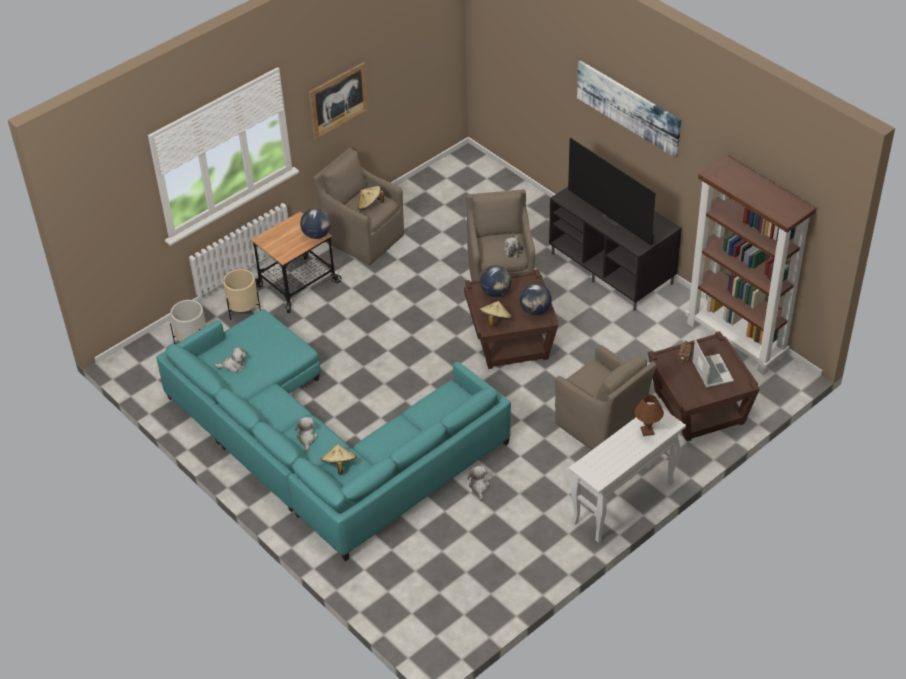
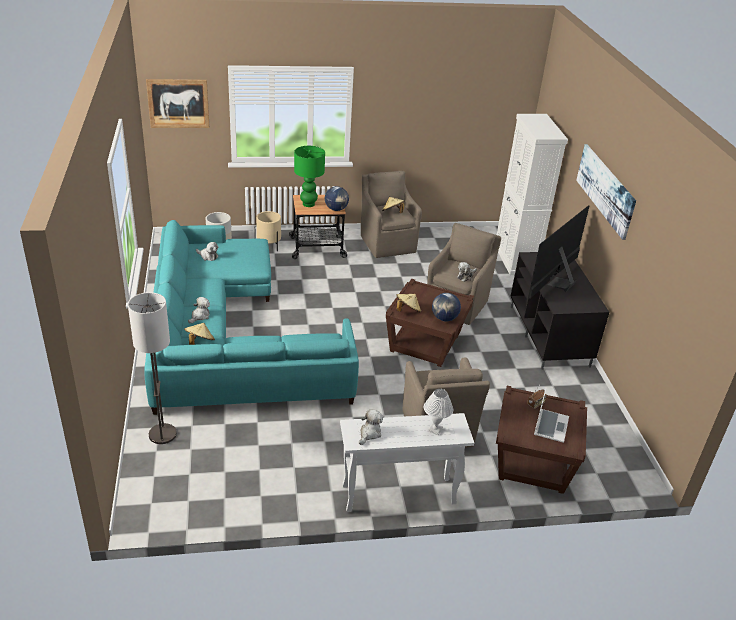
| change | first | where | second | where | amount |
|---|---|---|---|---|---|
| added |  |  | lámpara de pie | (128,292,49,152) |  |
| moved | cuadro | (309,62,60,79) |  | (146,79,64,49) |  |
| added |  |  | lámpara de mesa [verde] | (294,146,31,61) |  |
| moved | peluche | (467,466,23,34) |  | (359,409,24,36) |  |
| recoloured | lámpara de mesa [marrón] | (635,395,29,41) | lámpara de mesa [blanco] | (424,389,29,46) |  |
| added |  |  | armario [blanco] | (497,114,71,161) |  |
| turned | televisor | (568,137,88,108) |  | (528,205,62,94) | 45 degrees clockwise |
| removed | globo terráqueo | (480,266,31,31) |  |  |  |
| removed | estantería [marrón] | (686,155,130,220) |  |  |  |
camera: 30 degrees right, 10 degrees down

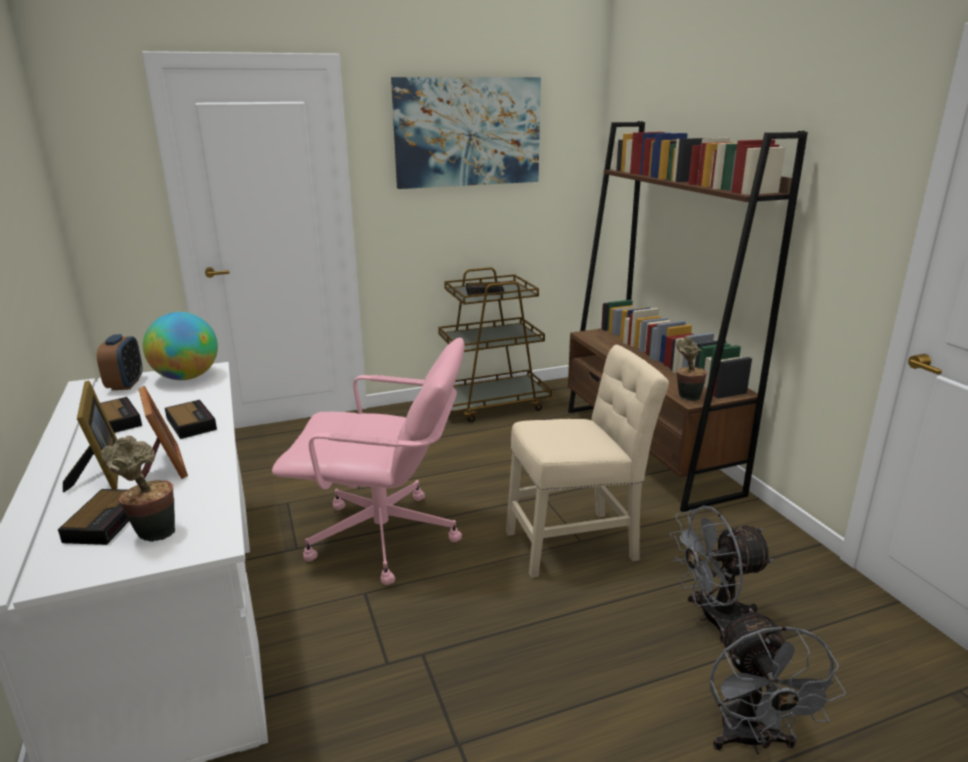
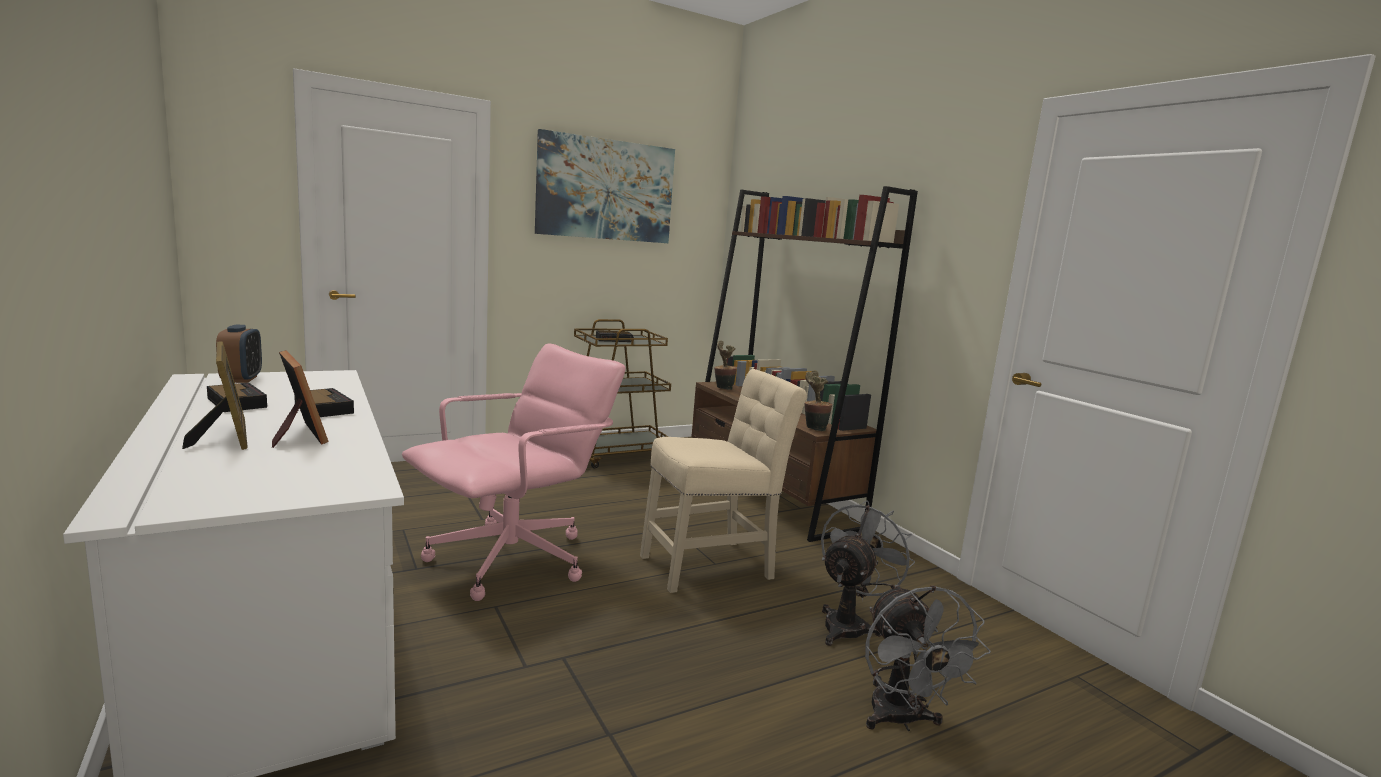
| change | first | where | second | where | amount |
|---|---|---|---|---|---|
| turned | silla de oficina [rosa] | (272,338,193,247) |  | (402,343,223,258) | 45 degrees counterclockwise |
| moved | planta en maceta | (101,436,74,106) |  | (714,340,23,50) |  |
| turned | ventilador [gris] | (669,506,104,137) |  | (821,500,94,146) | 150 degrees clockwise |
| removed | despertador | (58,489,71,56) |  |  |  |
| removed | globo terráqueo | (143,312,75,68) |  |  |  |
camera: 10 degrees left, 10 degrees down

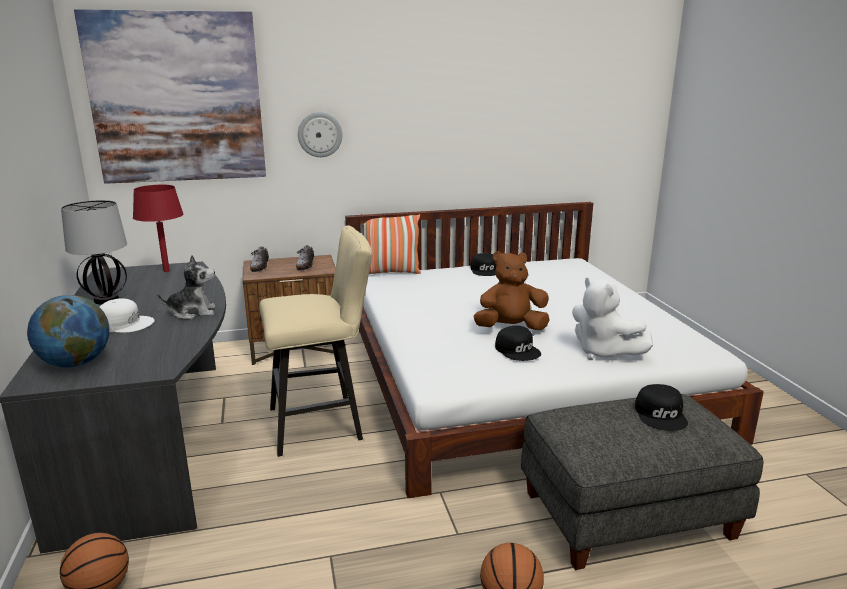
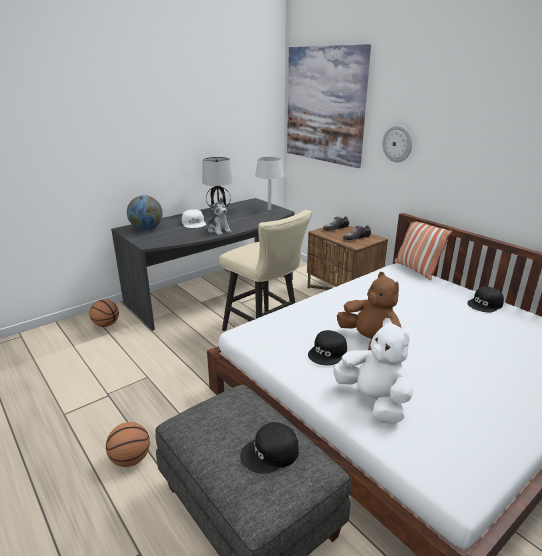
| change | first | where | second | where | amount |
|---|---|---|---|---|---|
| recoloured | lámpara de mesa [rojo] | (133,185,50,87) | lámpara de mesa [gris] | (255,157,29,53) |  |
| turned | peluche [blanco] | (572,277,81,83) |  | (333,318,80,106) | 120 degrees clockwise |
camera: 65 degrees right, 5 degrees up

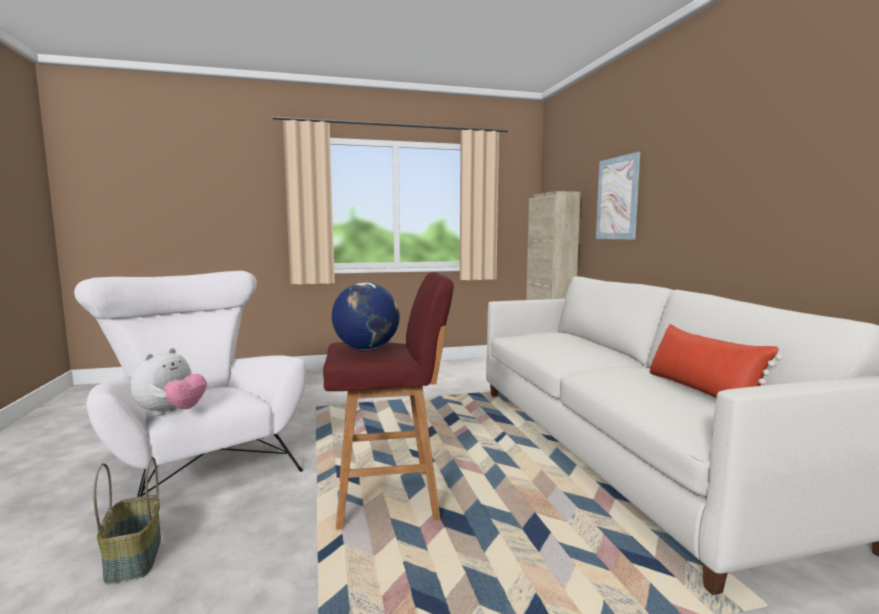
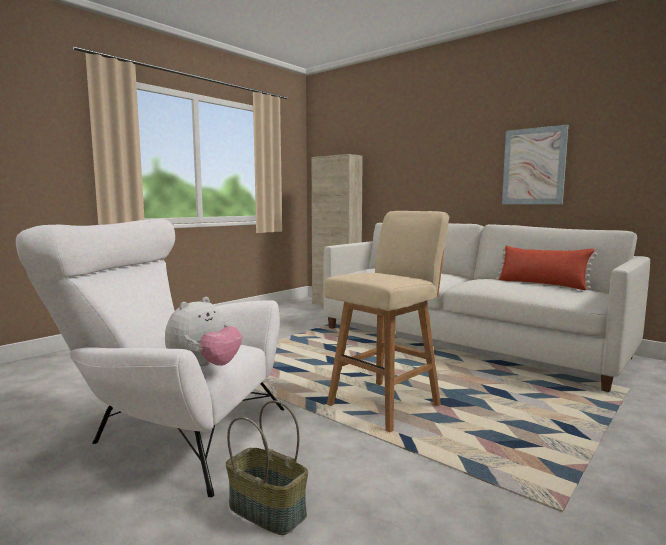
| change | first | where | second | where | amount |
|---|---|---|---|---|---|
| turned | peluche | (131,348,76,68) |  | (165,297,77,69) | 45 degrees clockwise |
| recoloured | taburete [rojo] | (323,272,131,258) | taburete [beis] | (324,211,125,221) |  |
| moved | cuadro | (596,152,44,88) |  | (502,125,66,79) |  |
| removed | globo terráqueo | (332,282,68,68) |  |  |  |
camera: 35 degrees left, 0 degrees up

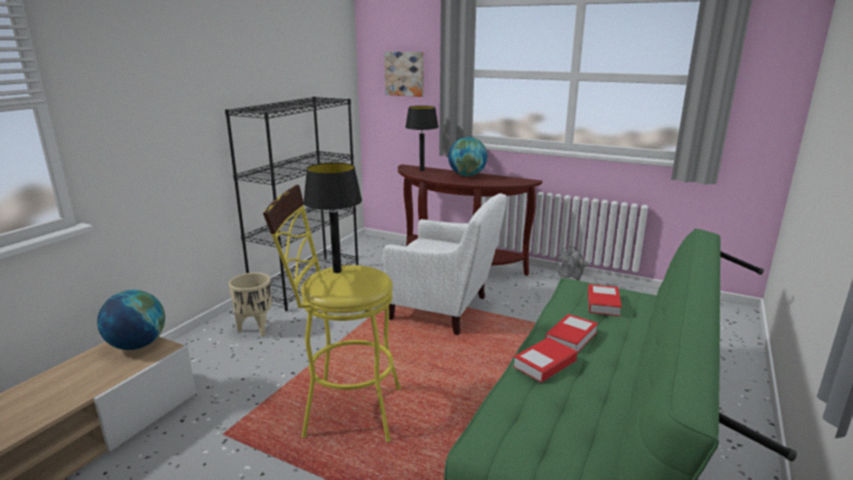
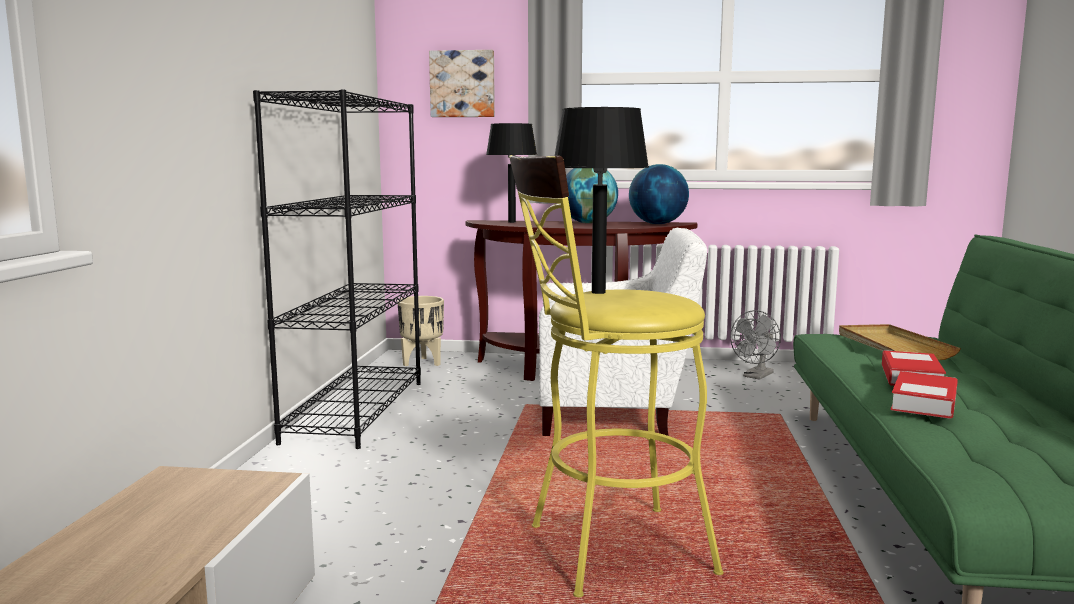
| change | first | where | second | where | amount |
|---|---|---|---|---|---|
| moved | maceta [beis] | (229,273,43,64) |  | (397,296,47,70) |  |
| moved | globo terráqueo | (97,290,68,60) |  | (629,164,60,60) |  |
| replaced | libro | (588,284,34,32) | bandeja [beis] | (839,324,122,36) |  |
camera: 20 degrees left, 10 degrees down

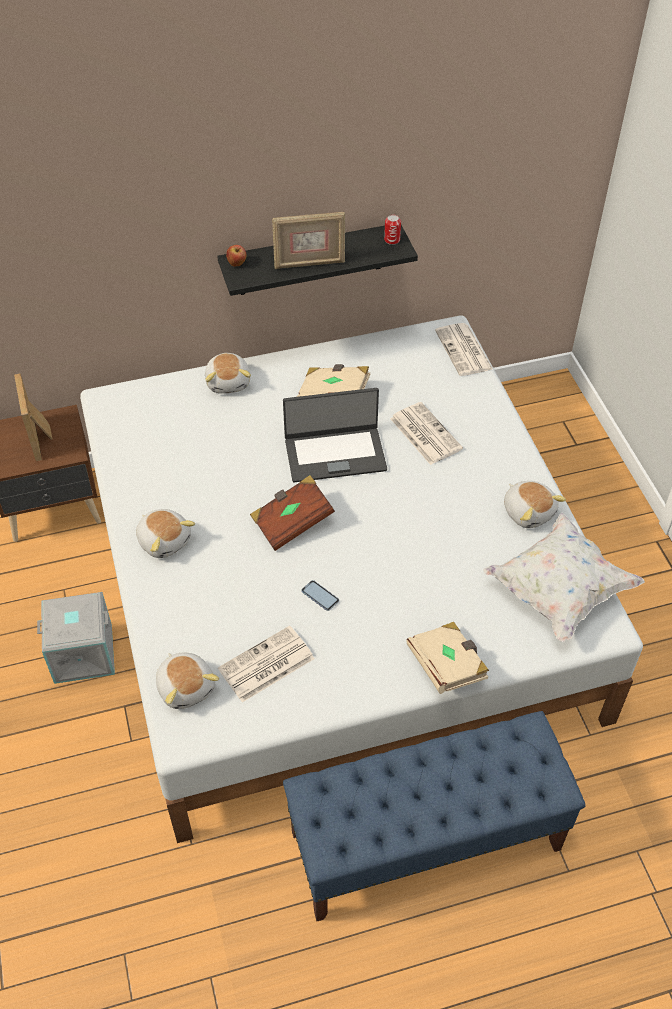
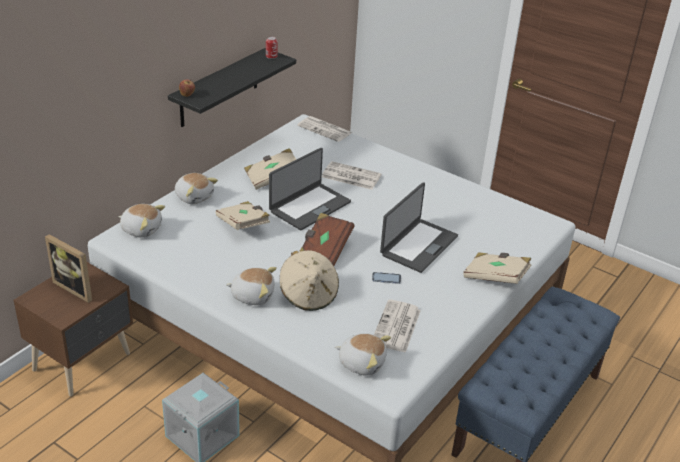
| change | first | where | second | where | amount |
|---|---|---|---|---|---|
| moved | peluche | (504,481,62,47) |  | (119,204,46,34) |  |
| added |  |  | libro [beis] | (216,201,54,29) |  |
| added |  |  | sombrero [beis] | (280,250,59,61) |  |
| added |  |  | portátil | (380,182,78,91) |  |
| removed | portarretratos | (272,212,73,57) |  |  |  |
| removed | cojín [blanco] | (483,513,162,129) |  |  |  |
camera: 40 degrees left, 15 degrees down

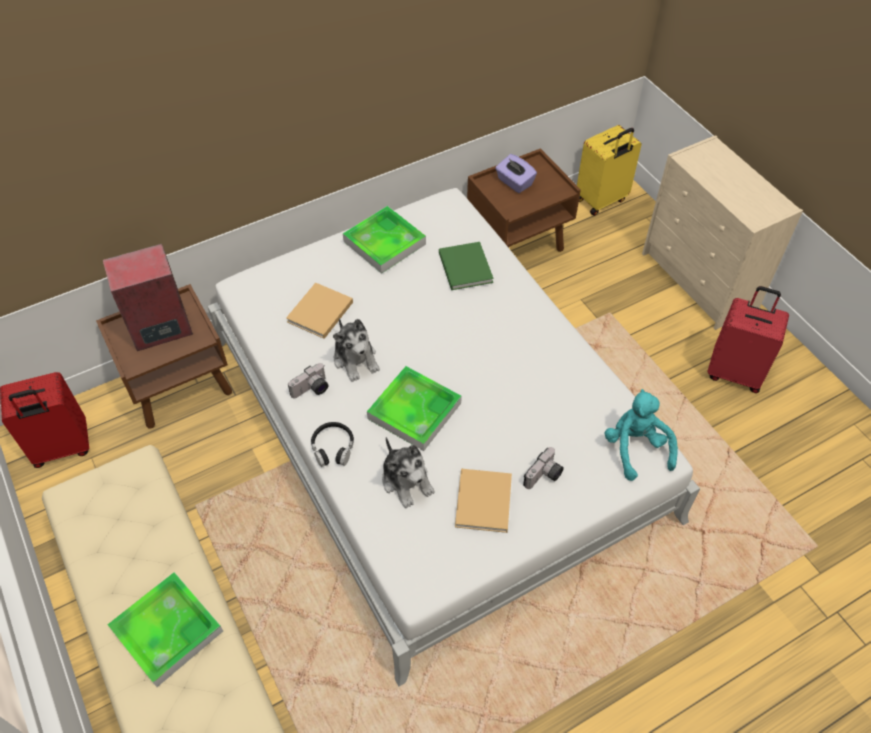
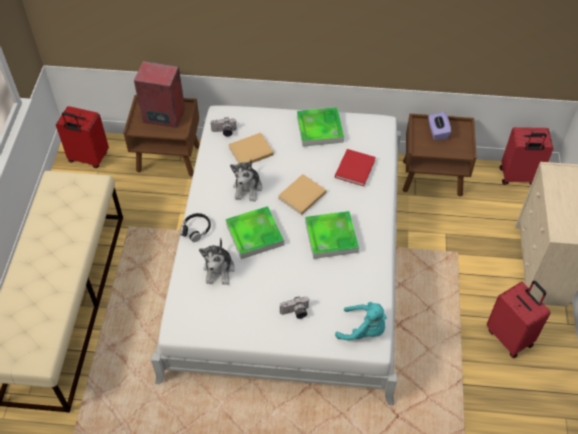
| change | first | where | second | where | amount |
|---|---|---|---|---|---|
| moved | cámara | (288,363,40,36) |  | (210,117,27,20) |  |
| moved | libro [beis] | (455,469,57,64) |  | (278,174,48,41) |  |
| moved | bandeja | (107,572,116,115) |  | (305,211,54,48) |  |
| recoloured | libro [verde] | (439,242,55,48) | libro [rojo] | (335,149,41,37) |  |
| turned | peluche [turquesa] | (605,389,73,92) |  | (335,302,52,38) | 90 degrees clockwise |
| recoloured | maleta [amarillo] | (577,125,65,91) | maleta [rojo] | (500,127,53,58) |  |
camera: 35 degrees right, 0 degrees up

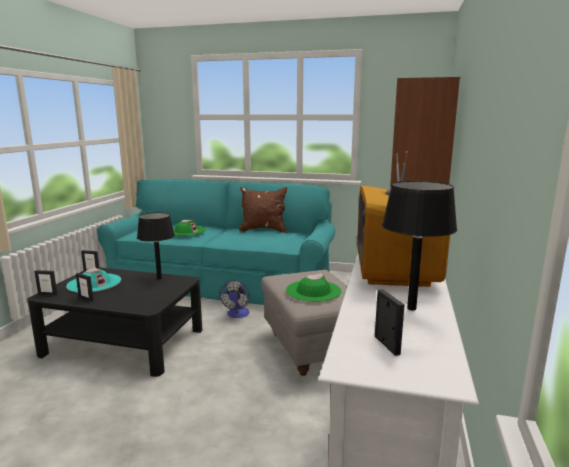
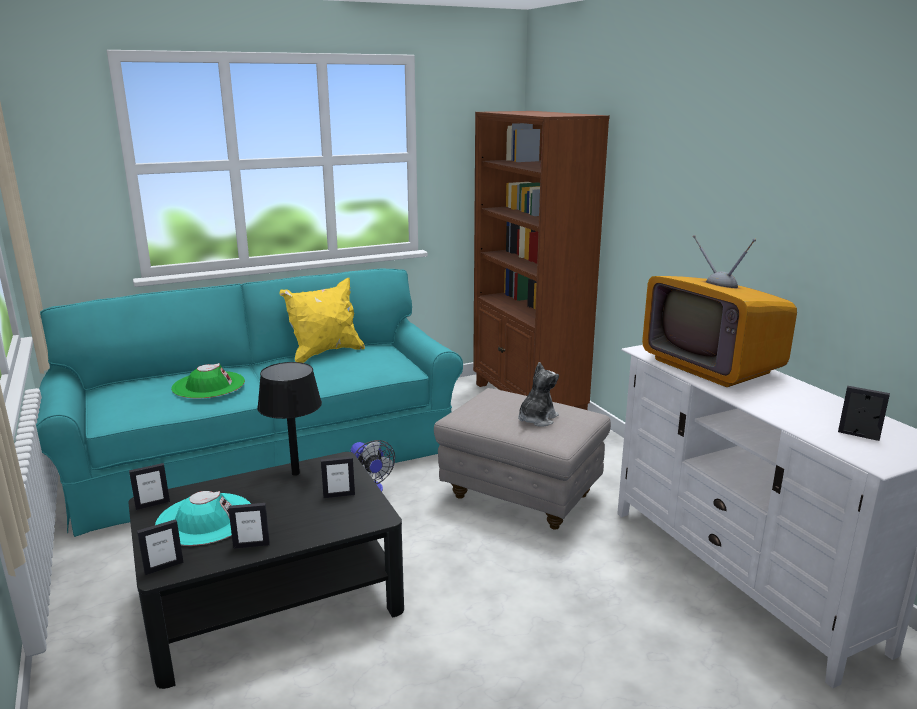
| change | first | where | second | where | amount |
|---|---|---|---|---|---|
| recoloured | cojín [marrón] | (239,187,48,46) | cojín [amarillo] | (280,278,85,85) |  |
| added |  |  | portarretratos | (321,456,34,42) |  |
| replaced | sombrero [verde] | (286,273,55,29) | peluche | (518,362,41,65) |  |
| removed | lámpara de mesa [negro] | (382,181,75,129) |  |  |  |
camera: 40 degrees left, 5 degrees up

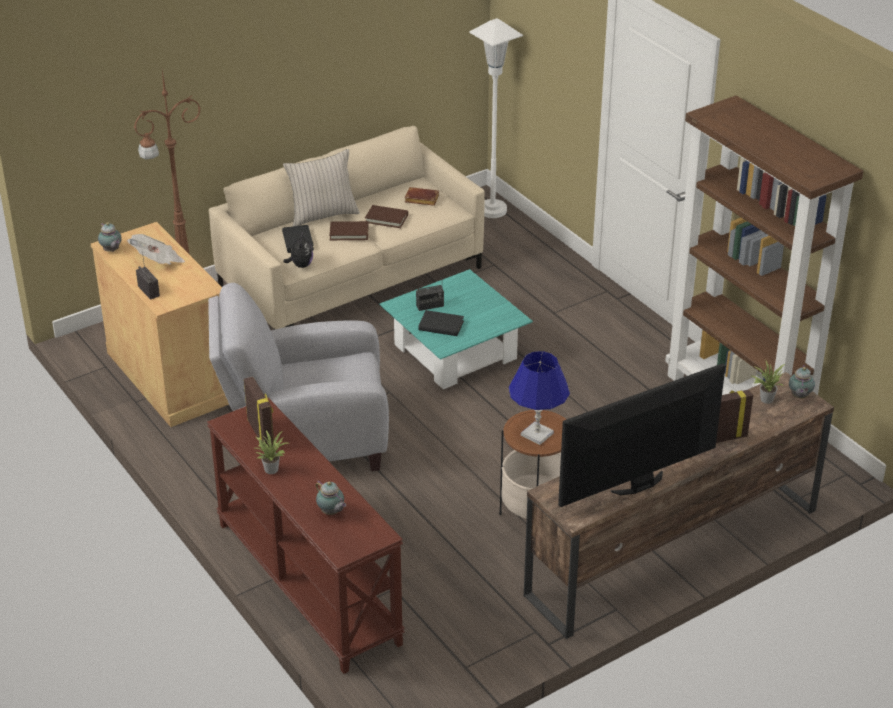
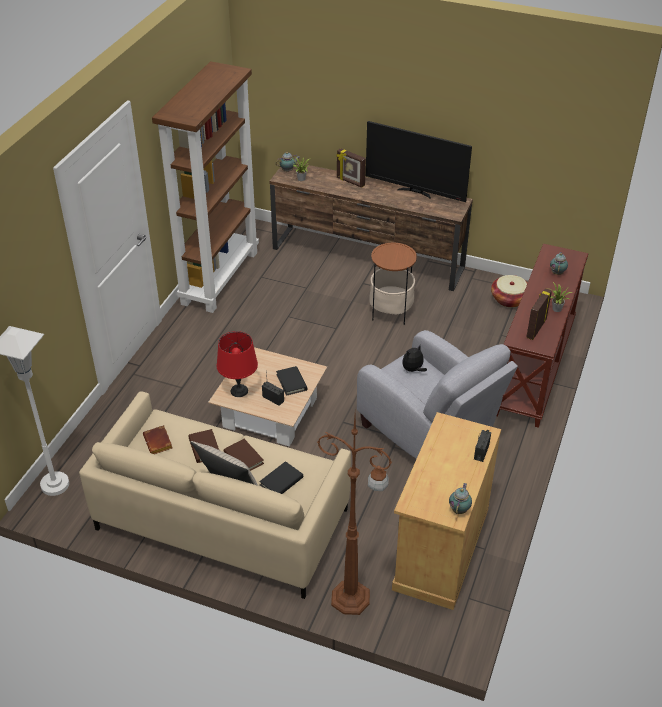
| change | first | where | second | where | amount |
|---|---|---|---|---|---|
| recoloured | mesa de centro [turquesa] | (380,269,153,120) | mesa de centro [beis] | (208,347,119,100) |  |
| added |  |  | lámpara de mesa [rojo] | (217,331,41,66) |  |
| moved | peluche | (283,234,30,34) |  | (402,345,25,27) |  |
| added |  |  | cesta | (491,275,37,33) |  |
| removed | periódico | (127,234,58,31) |  |  |  |
| removed | lámpara de mesa [azul] | (509,351,61,94) |  |  |  |
camera: 125 degrees left, 5 degrees up

